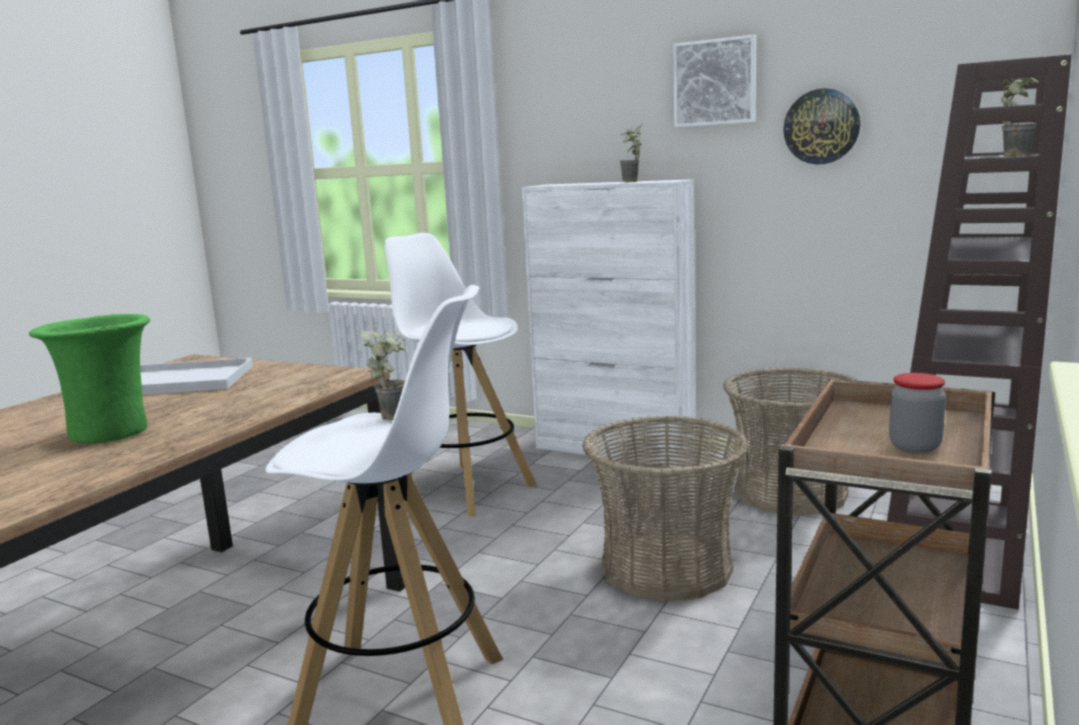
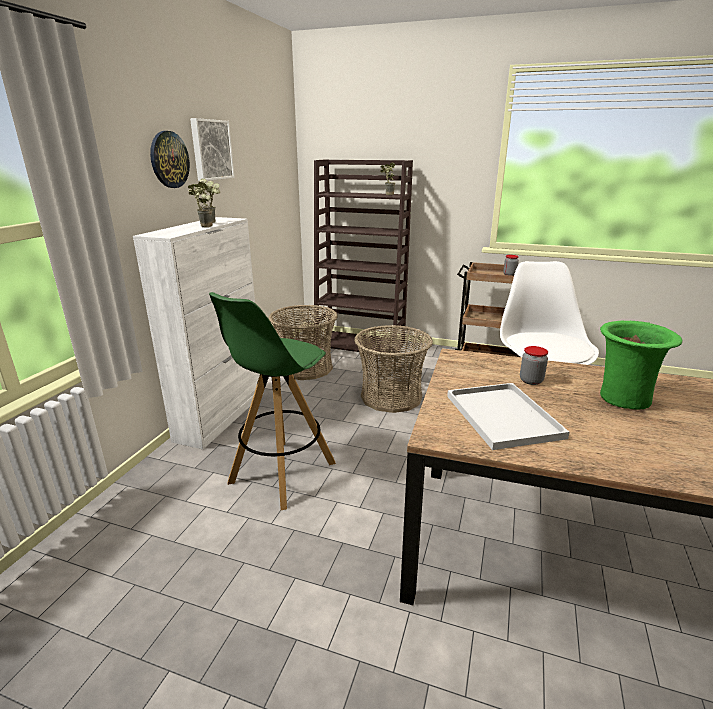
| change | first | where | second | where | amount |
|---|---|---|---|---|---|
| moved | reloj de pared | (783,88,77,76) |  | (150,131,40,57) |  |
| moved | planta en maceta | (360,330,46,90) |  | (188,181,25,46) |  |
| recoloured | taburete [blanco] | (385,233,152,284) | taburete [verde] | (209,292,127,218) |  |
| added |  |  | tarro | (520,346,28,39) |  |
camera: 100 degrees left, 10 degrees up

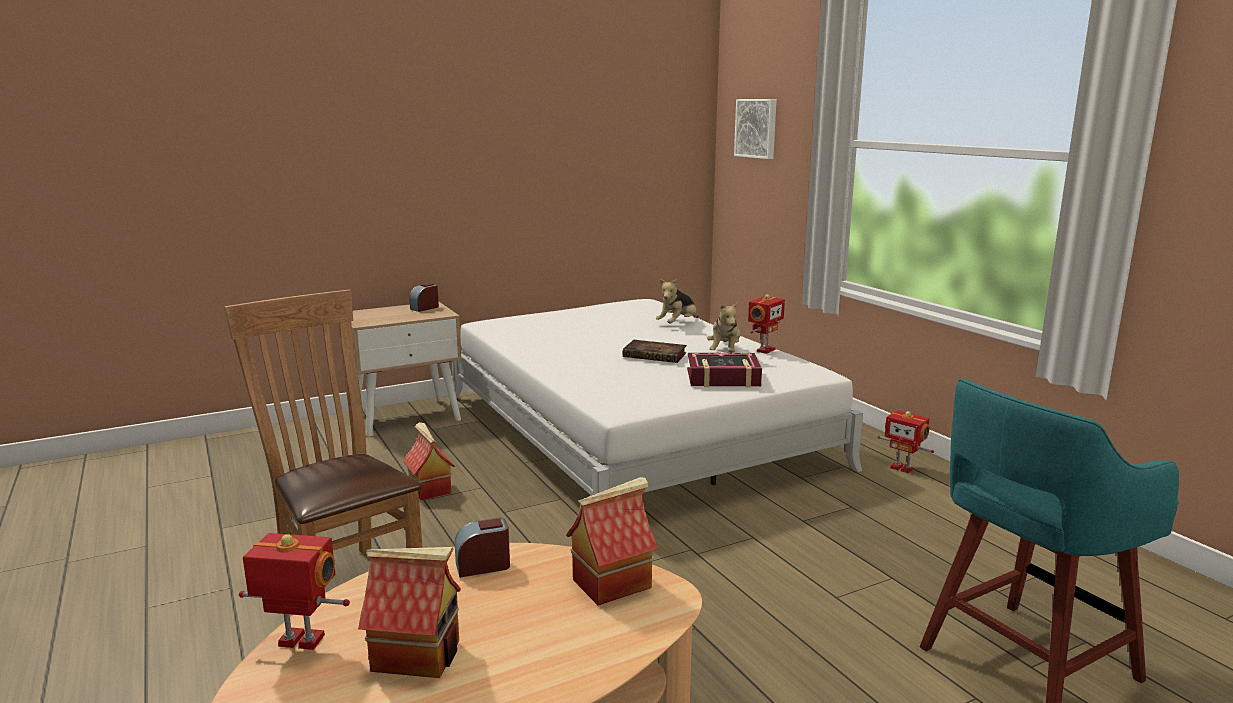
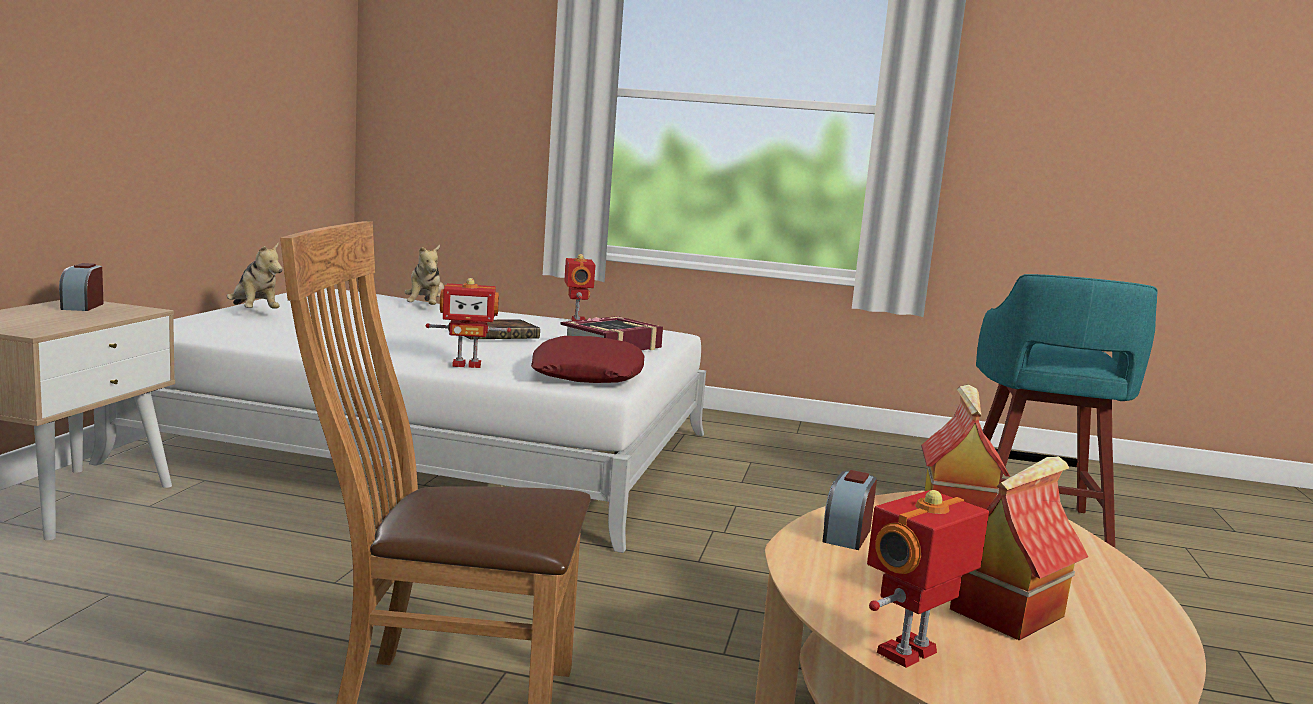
| change | first | where | second | where | amount |
|---|---|---|---|---|---|
| moved | peluche | (707,301,33,52) |  | (227,243,55,66) |  |
| moved | robot de juguete | (878,410,56,63) |  | (426,278,85,90) |  |
| added |  |  | cojín [rojo] | (531,336,114,47) |  |
| removed | casita | (403,422,52,78) |  |  |  |
| removed | cuadro | (734,99,43,60) |  |  |  |
camera: 50 degrees left, 5 degrees down

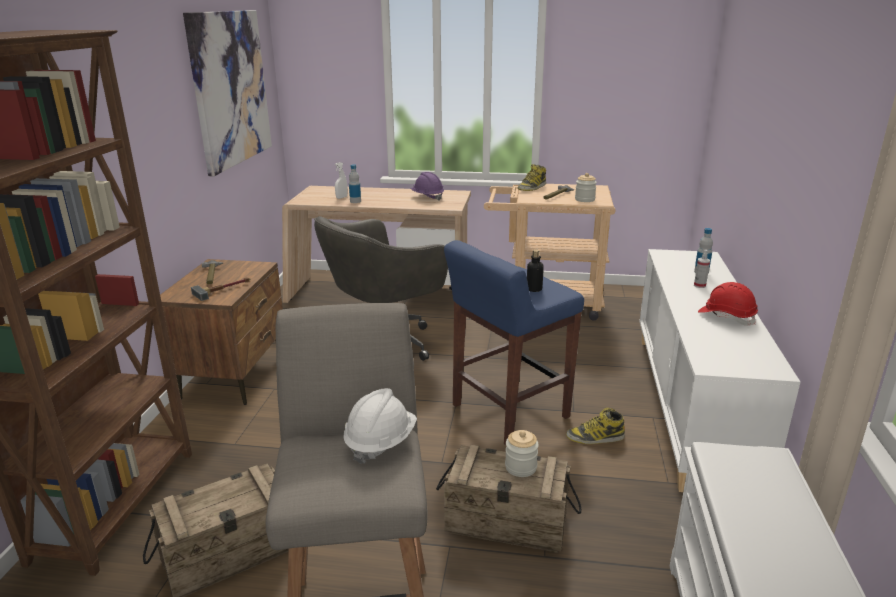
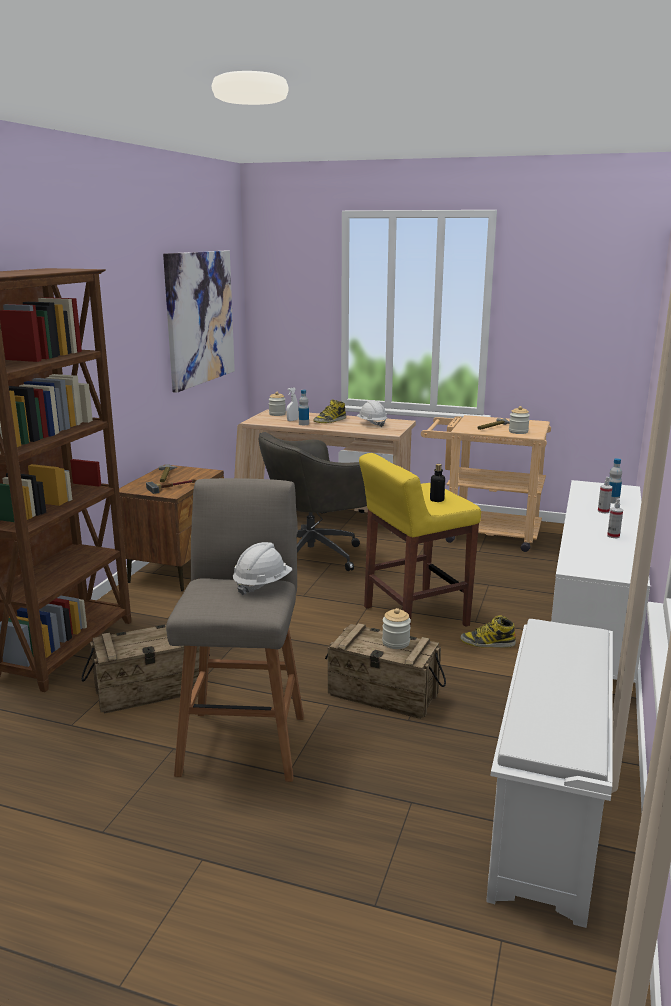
| change | first | where | second | where | amount |
|---|---|---|---|---|---|
| added |  |  | tarro | (269,392,17,24) |  |
| moved | bota | (517,164,29,27) |  | (313,399,33,24) |  |
| recoloured | casco [morado] | (411,172,33,29) | casco [blanco] | (356,400,31,27) |  |
| recoloured | taburete [azul] | (444,240,140,205) | taburete [amarillo] | (359,453,122,174) |  |
| replaced | casco [rojo] | (698,282,60,44) | pulverizador | (607,499,16,39) |  |
camera: 10 degrees right, 5 degrees down

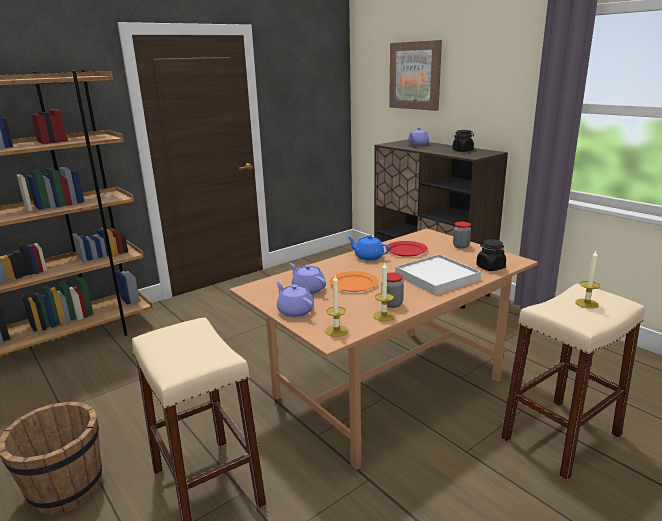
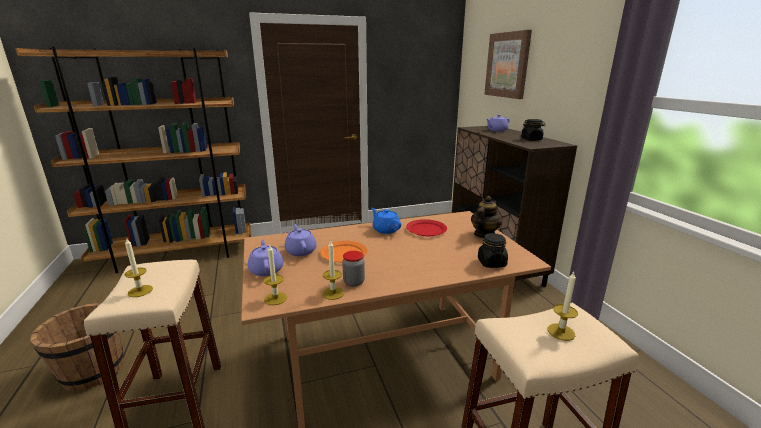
| change | first | where | second | where | amount |
|---|---|---|---|---|---|
| added |  |  | vela | (125,237,28,60) |  |
| replaced | tarro | (453,222,18,27) | tetera | (471,196,31,42) |  |
| removed | bandeja [blanco] | (395,254,86,41) |  |  |  |
camera: 20 degrees right, 0 degrees up

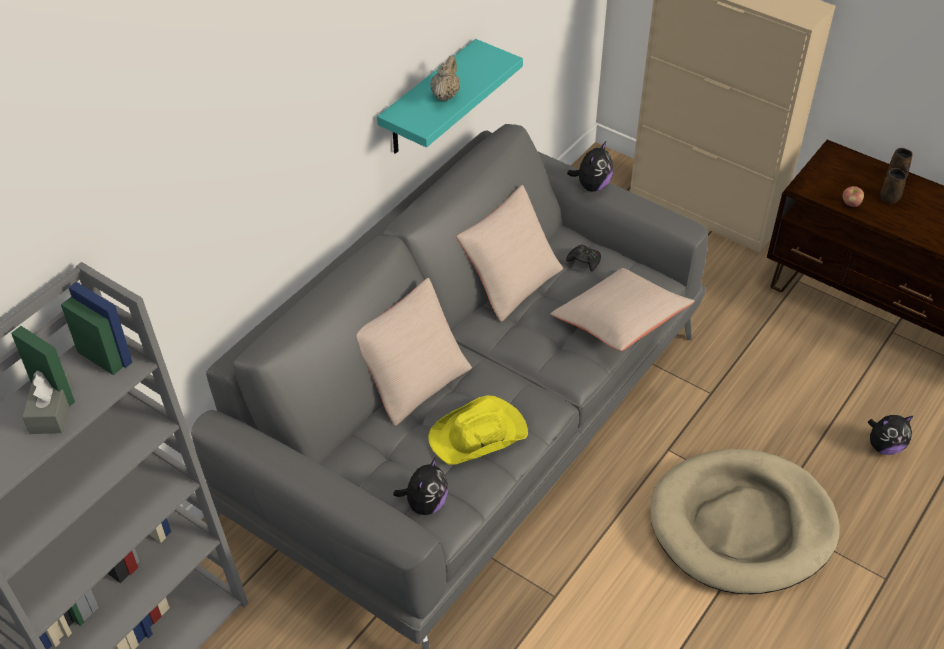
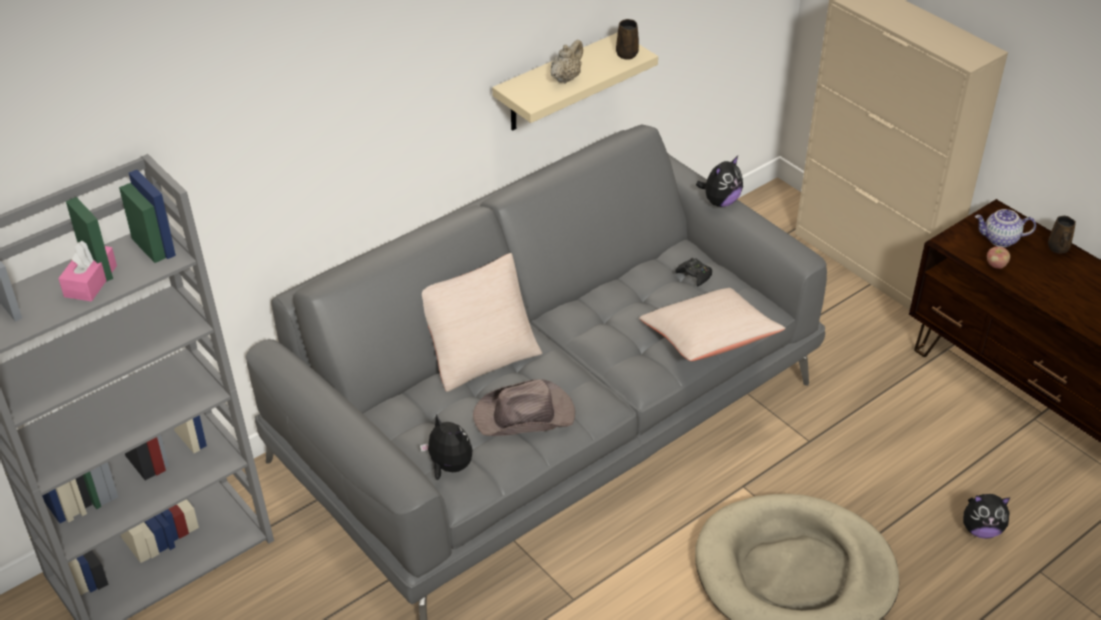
| change | first | where | second | where | amount |
|---|---|---|---|---|---|
| recoloured | caja de pañuelos [gris] | (22,369,52,65) | caja de pañuelos [rosa] | (58,241,59,61) |  |
| turned | peluche | (393,457,55,58) |  | (420,414,53,66) | 90 degrees counterclockwise |
| recoloured | sombrero [amarillo] | (428,395,100,69) | sombrero [marrón] | (473,379,102,57) |  |
| recoloured | estante [turquesa] | (377,39,146,115) | estante [beis] | (492,32,166,99) |  |
| moved | taza grande [marrón] | (880,168,26,36) |  | (616,19,23,41) |  |
| added |  |  | tetera | (975,209,61,38) |  |
| removed | cojín [beis] | (456,185,107,137) |  |  |  |
camera: 15 degrees right, 5 degrees down

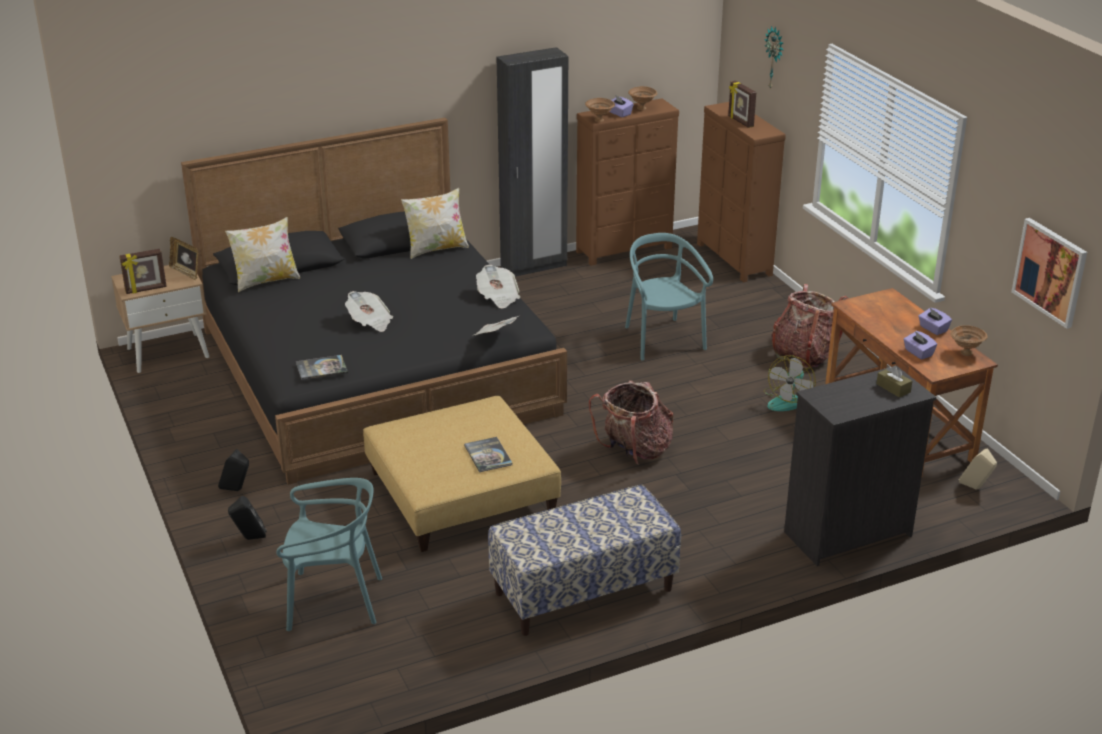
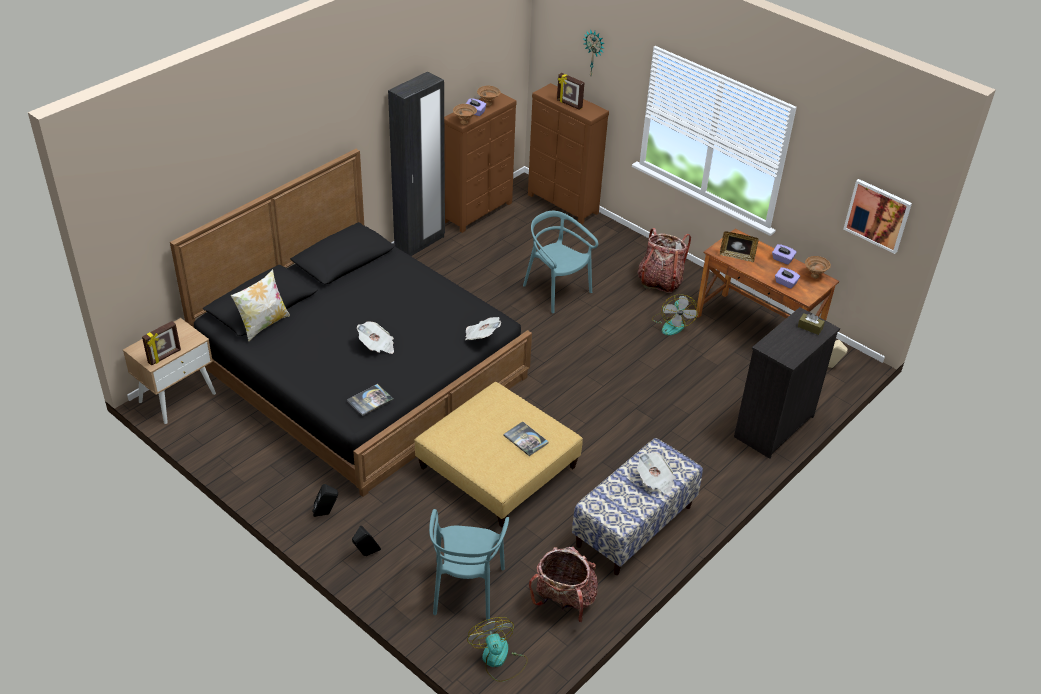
| change | first | where | second | where | amount |
|---|---|---|---|---|---|
| turned | silla [turquesa] | (276,478,106,153) |  | (429,509,80,112) | 120 degrees clockwise |
| added |  |  | ventilador | (467,617,61,65) |  |
| moved | mochila | (589,380,84,84) |  | (529,547,69,76) |  |
| moved | periódico | (476,265,44,44) |  | (637,452,39,43) |  |
| moved | portarretratos | (169,237,29,43) |  | (720,231,39,32) |  |
| removed | cojín | (401,188,68,71) |  |  |  |
camera: 25 degrees left, 10 degrees up

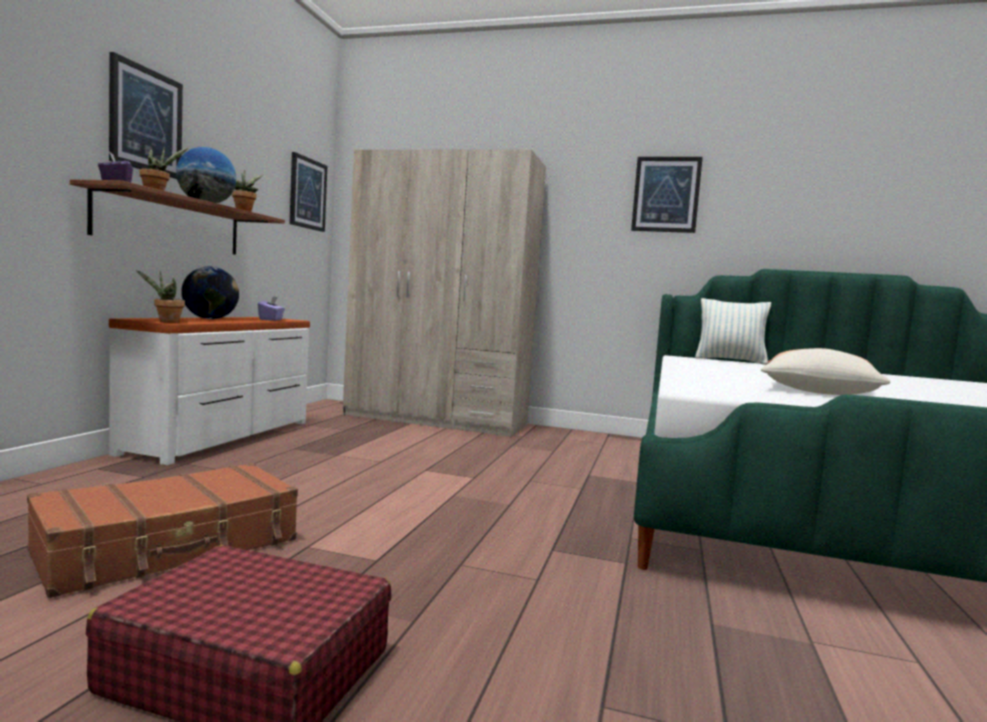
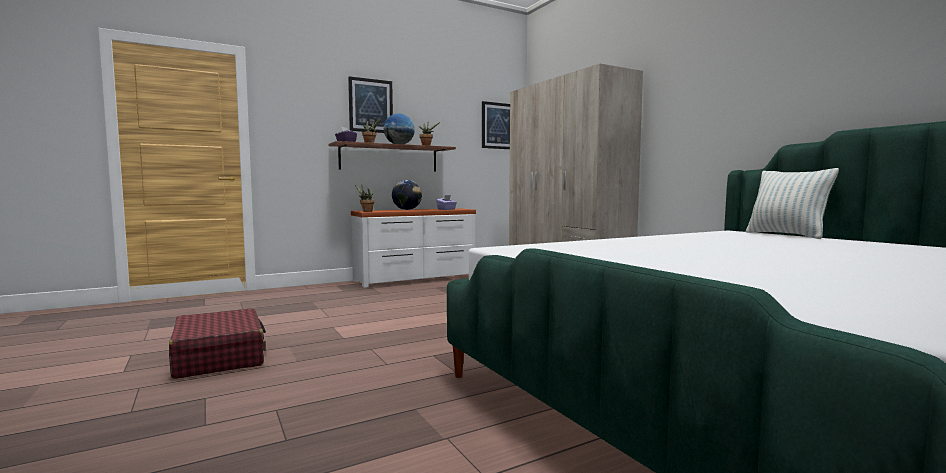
| change | first | where | second | where | amount |
|---|---|---|---|---|---|
| removed | maleta [marrón] | (27,463,271,135) |  |  |  |
| removed | cuadro | (631,157,72,76) |  |  |  |
| removed | cojín | (761,348,129,47) |  |  |  |
camera: 45 degrees right, 0 degrees up

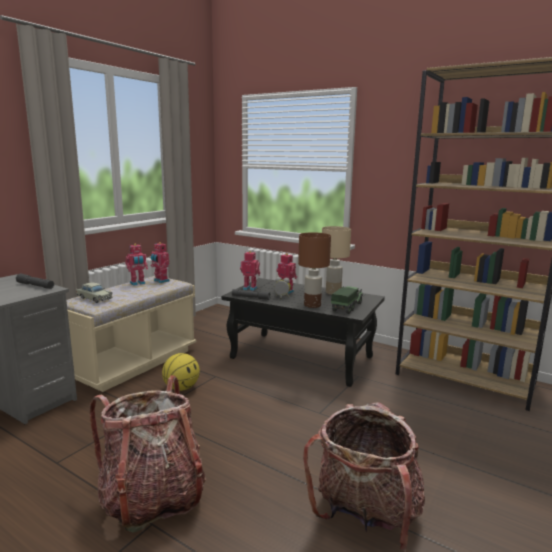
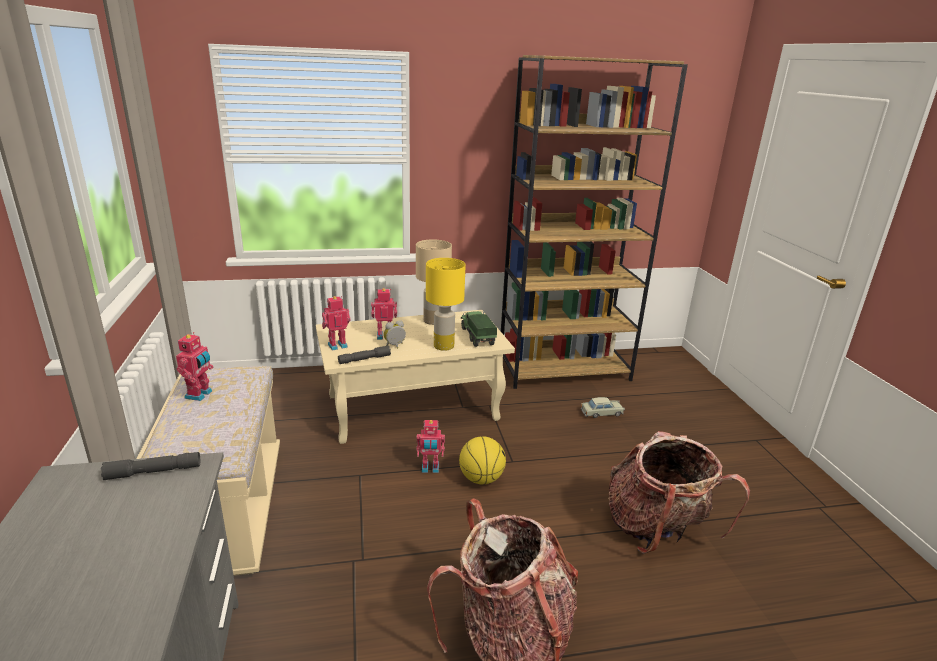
| change | first | where | second | where | amount |
|---|---|---|---|---|---|
| recoloured | mesa de centro [negro] | (222,278,163,109) | mesa de centro [beis] | (316,310,199,134) |  |
| moved | robot de juguete | (151,242,19,41) |  | (416,420,29,53) |  |
| recoloured | lámpara de mesa [marrón] | (298,232,33,76) | lámpara de mesa [amarillo] | (426,258,40,93) |  |
| moved | balón de baloncesto | (162,353,38,38) |  | (459,436,47,48) |  |
| moved | coche de juguete [beis] | (76,283,37,20) |  | (581,397,44,21) |  |
camera: 45 degrees left, 10 degrees up

